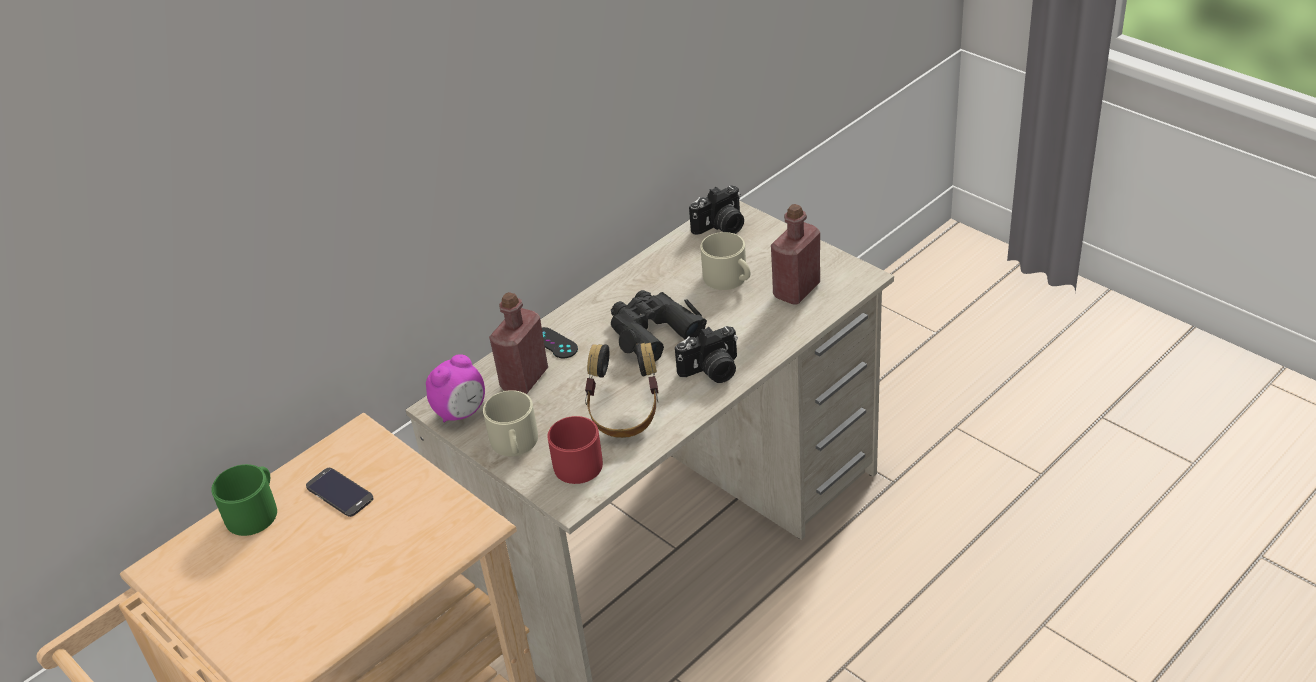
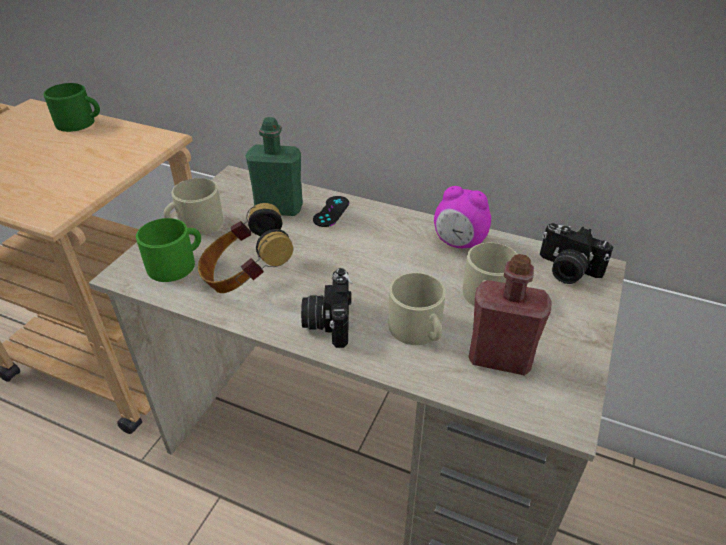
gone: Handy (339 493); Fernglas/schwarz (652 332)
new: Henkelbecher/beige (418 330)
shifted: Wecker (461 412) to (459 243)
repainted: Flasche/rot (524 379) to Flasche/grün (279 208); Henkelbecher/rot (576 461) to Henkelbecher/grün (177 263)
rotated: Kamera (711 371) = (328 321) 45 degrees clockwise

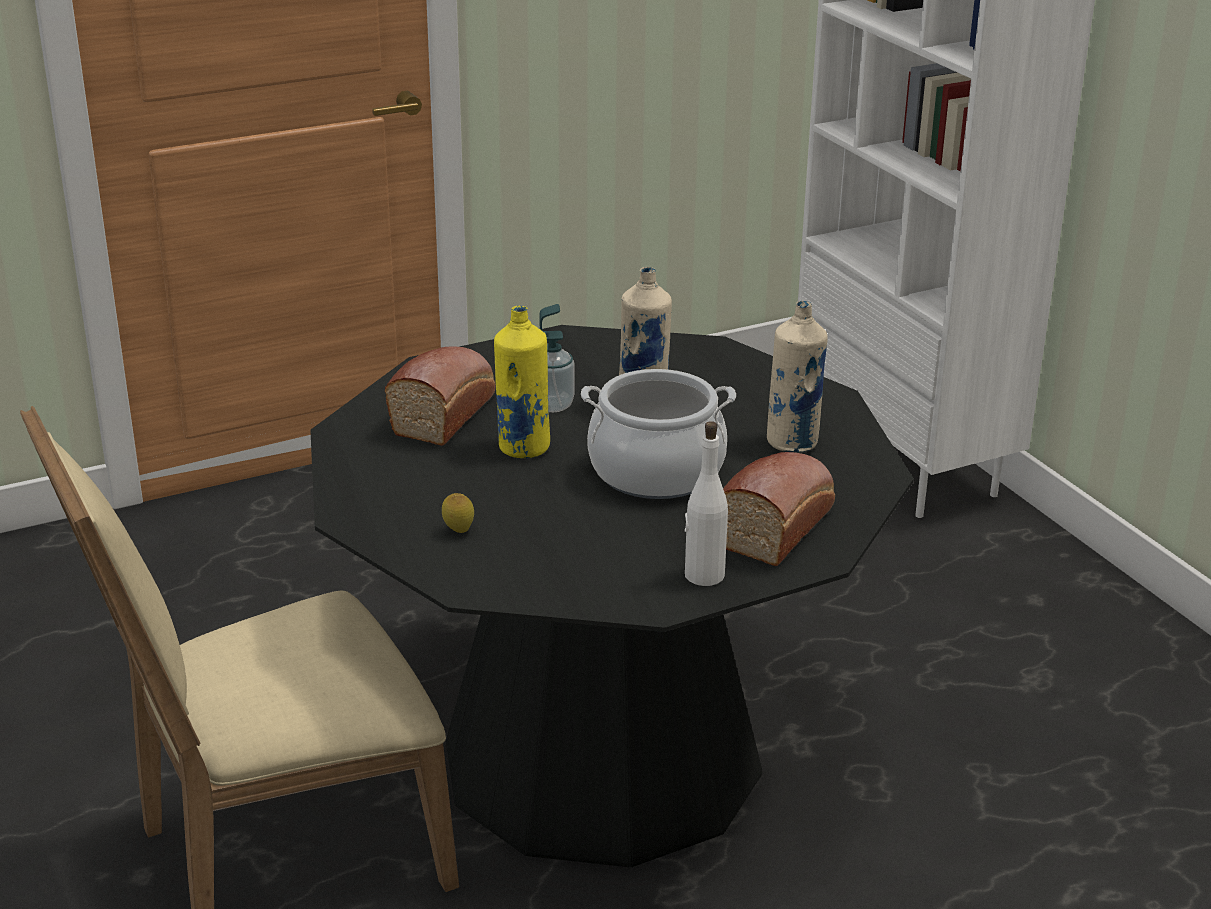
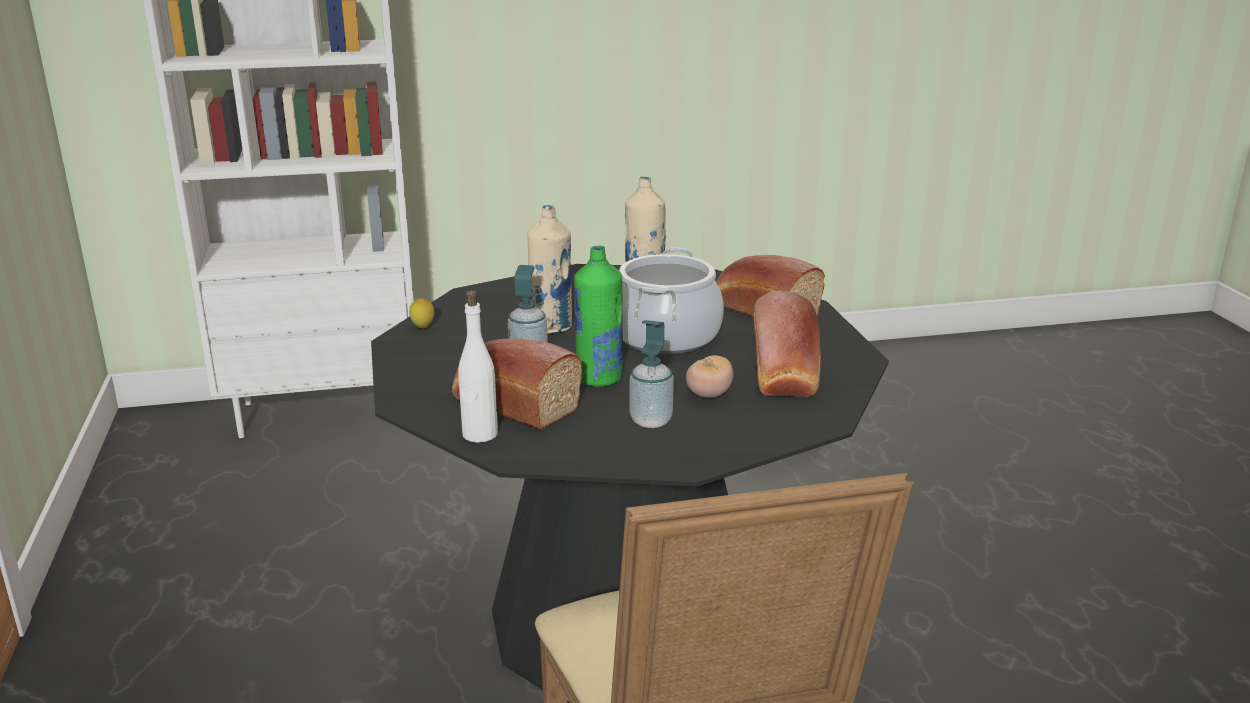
new: Seifenspender (651 421); Tomate (709 395); Brot (784 373)
shifted: Zitrone (458 531) to (423 328); Flasche/weiß (703 575) to (479 434)
repainted: Flasche/gelb (523 448) to Flasche/grün (599 378)

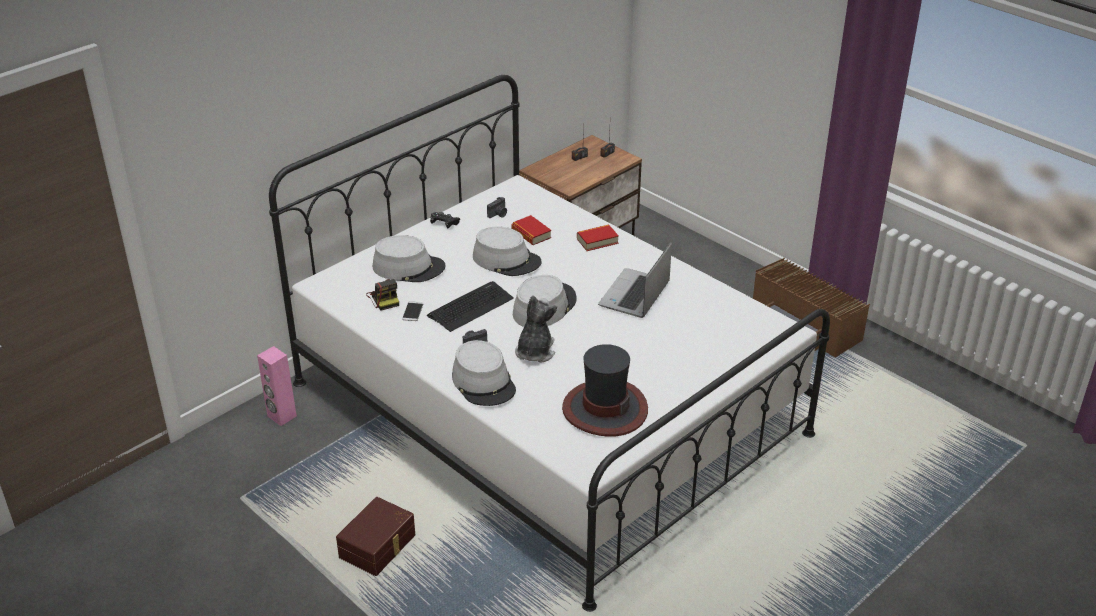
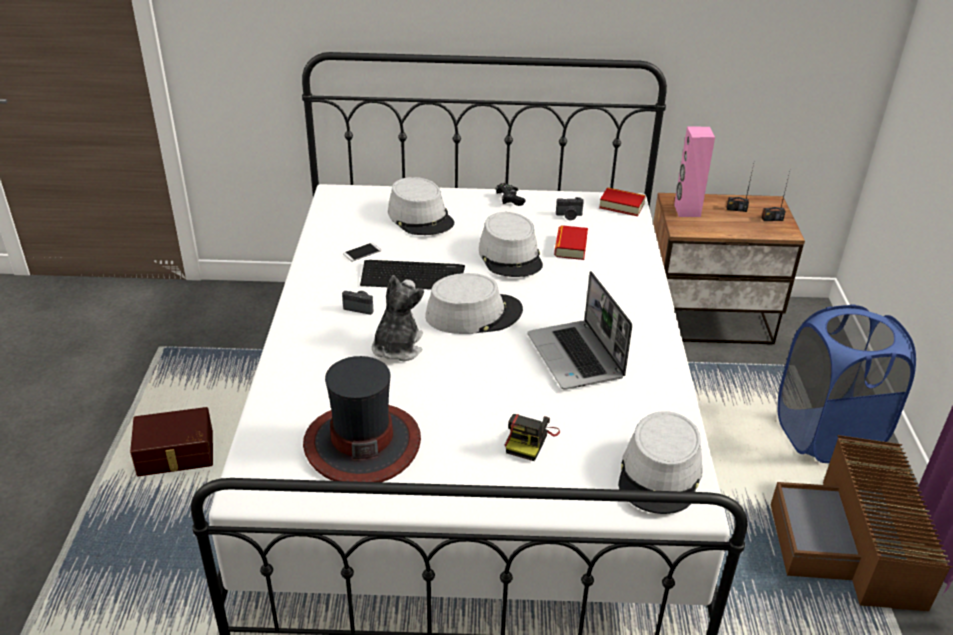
new: Wäschekorb/blau (826 435)
shifted: Lautsprecher/rosa (281 416) to (686 210); Kamera (384 298) to (530 440); Hut/grau (484 382) to (660 474); Buch (597 241) to (621 206)
rotated: Plüschtier (535 351) = (397 347) 45 degrees counterclockwise; Laptop (635 296) = (576 357) 90 degrees counterclockwise

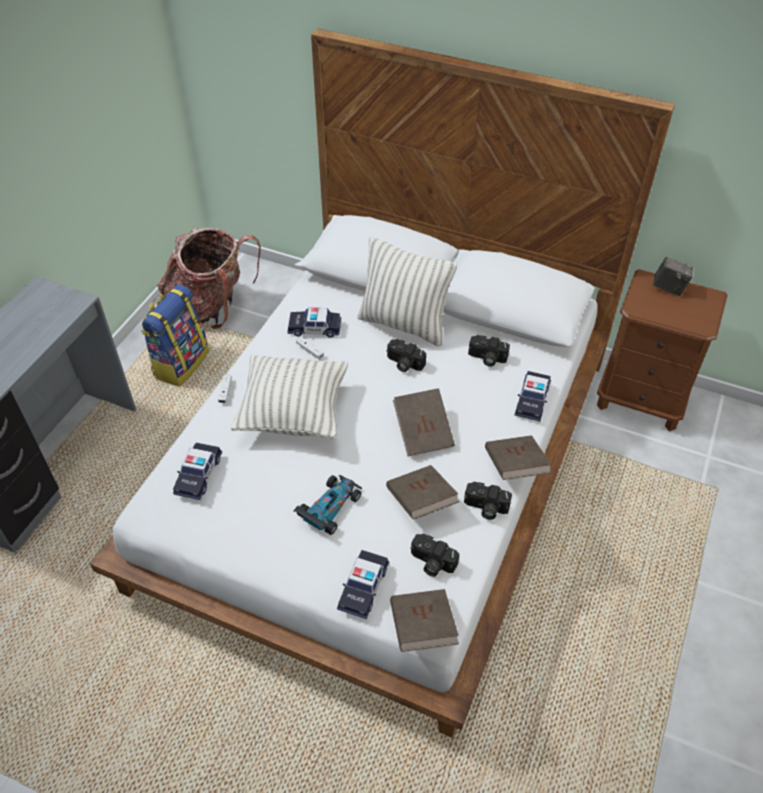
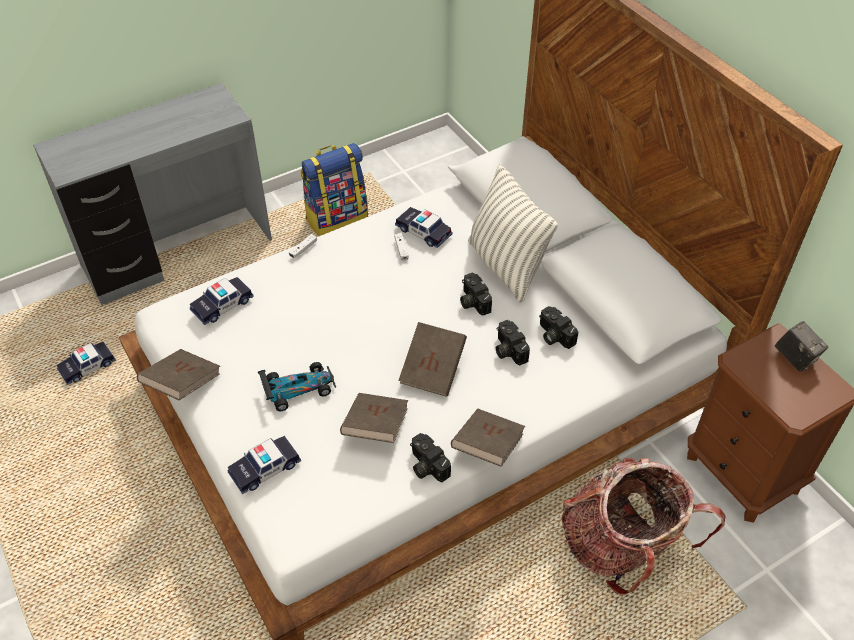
gone: Kissen (293 413)
shifted: Rucksack (211 307) to (621 547); Buch/braun (422 628) to (182 384); Kamera (431 563) to (508 350); Spielzeugauto (532 400) to (87 367)

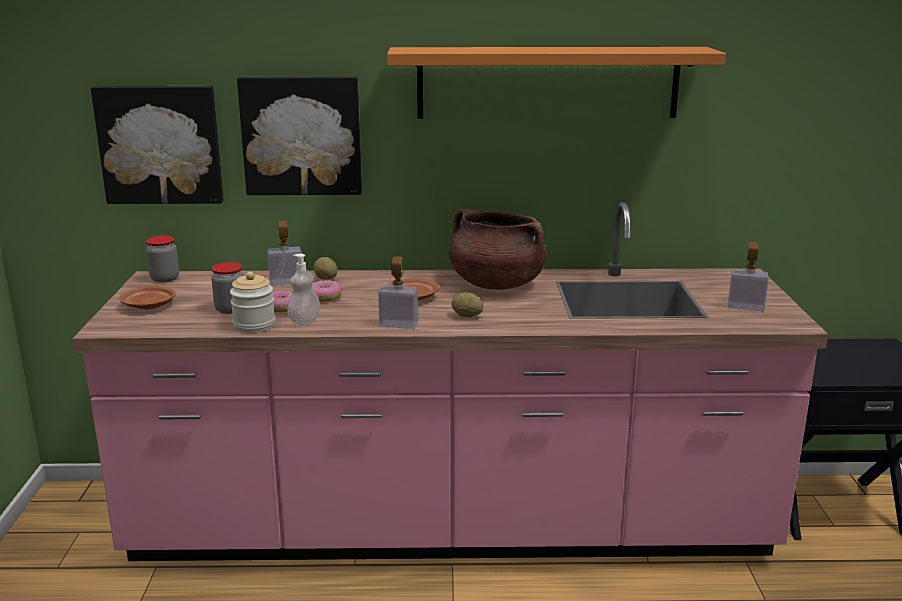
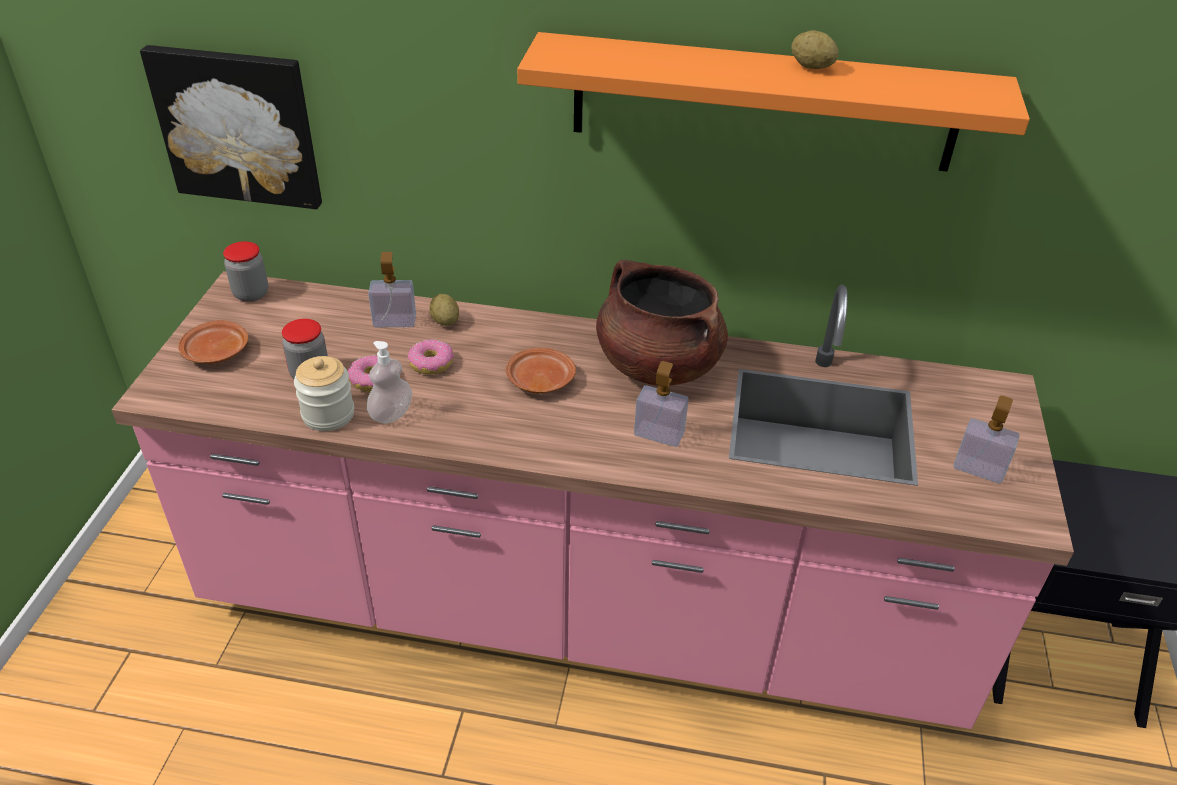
gone: Bild (302 135)
shifted: Seifenspender (398 324) to (659 434); Kartoffel (467 316) to (811 67)

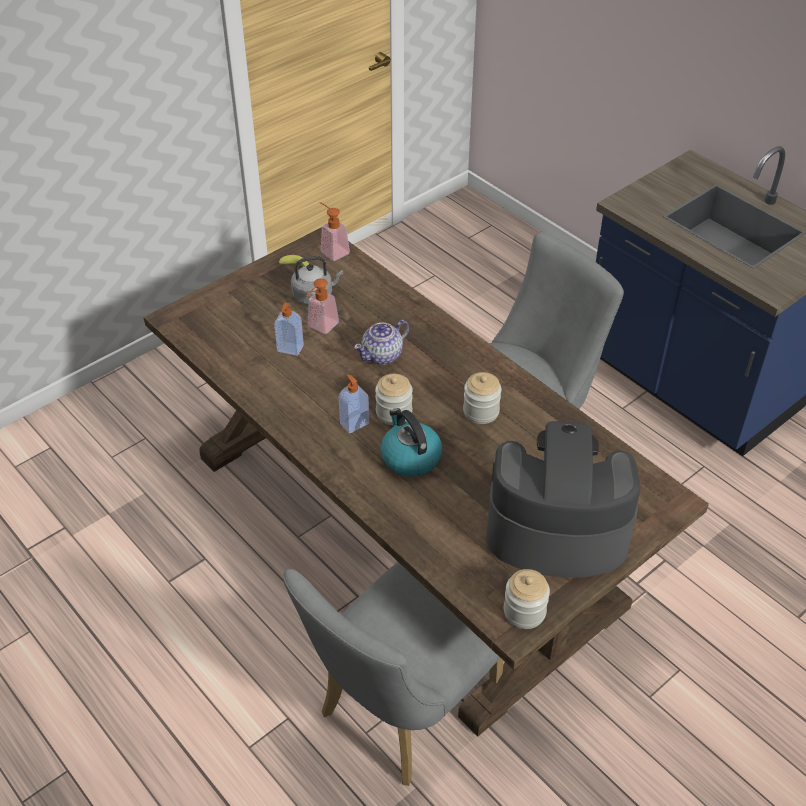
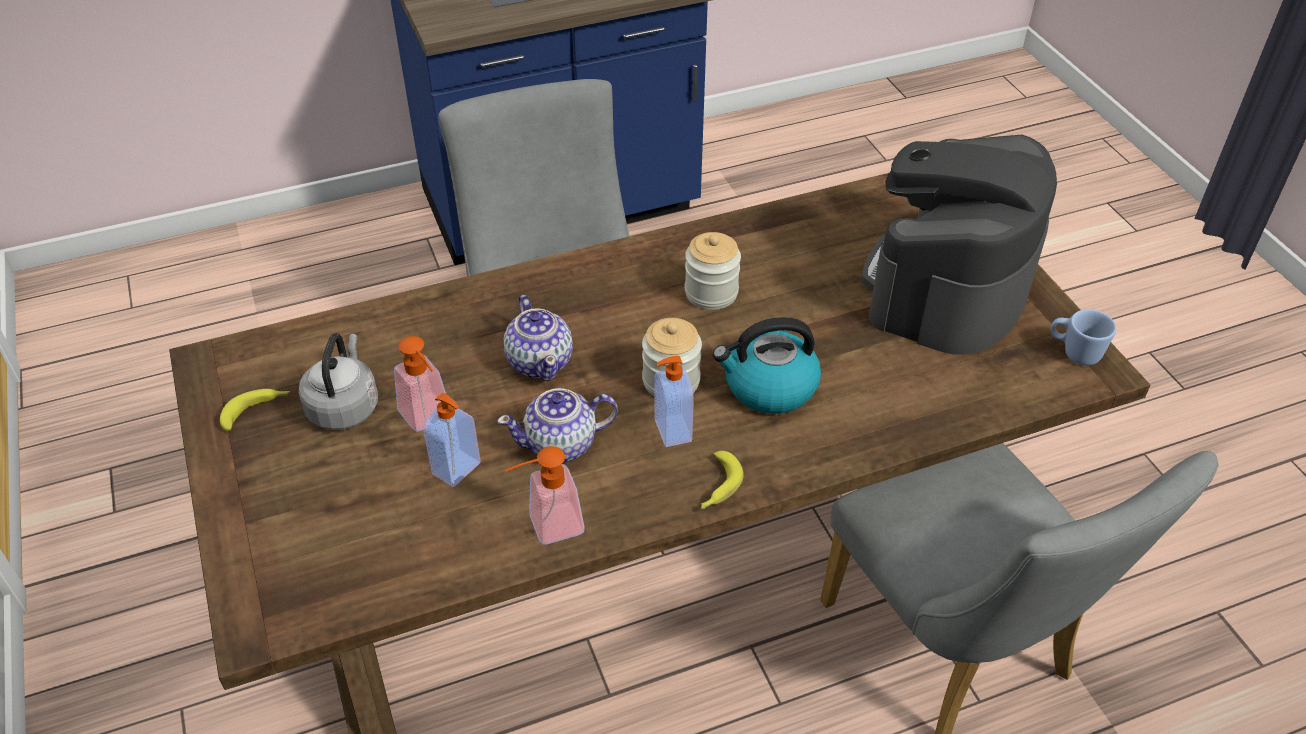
new: Teekanne (561 444); Banane (717 487)
shifted: Seifenspender (332 250) to (546 527)
swapped: Vorratsglas (524 612) to Henkelbecher/blau (1074 352)

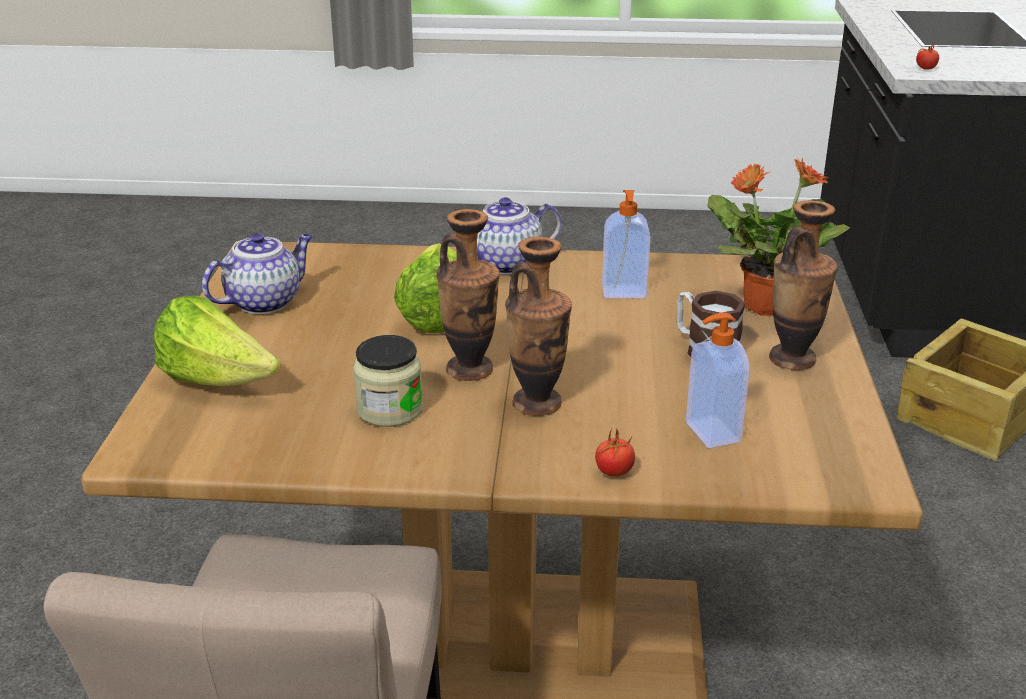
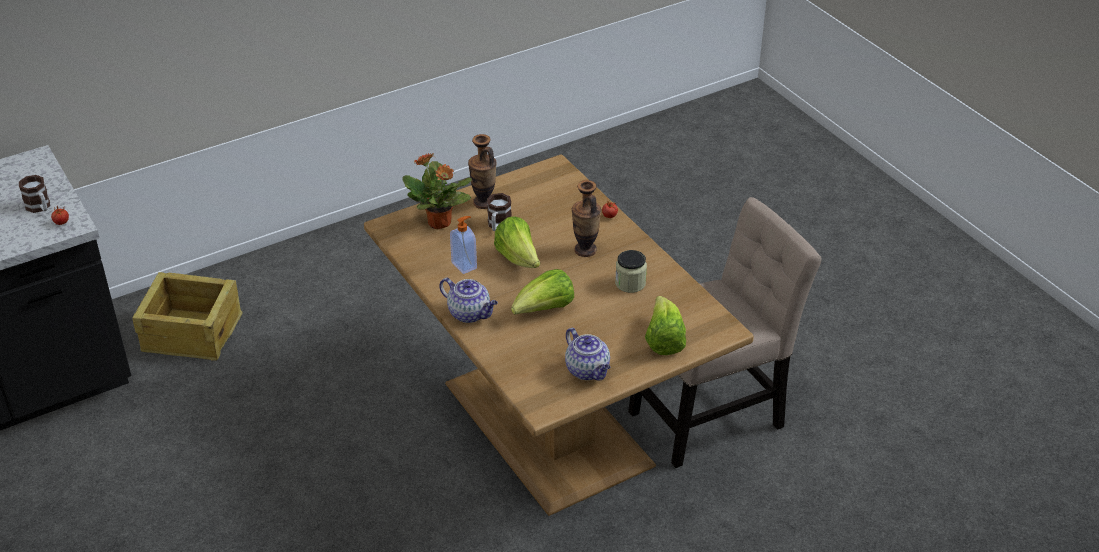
gone: Vase (470 369); Seifenspender (711 433)
new: Henkelbecher (40 207); Salatkopf (518 259)
rotated: Teekanne (264 301) = (588 371) 135 degrees counterclockwise

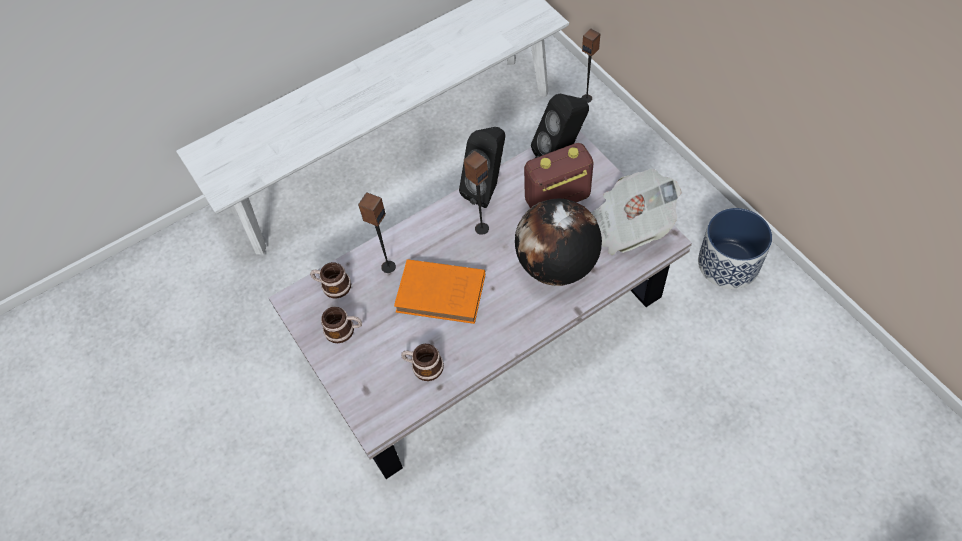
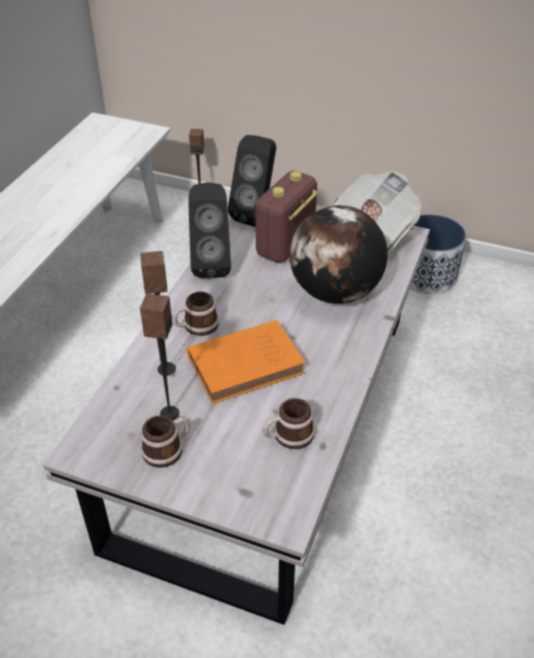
shifted: Henkelbecher (332 285) to (196 326); Lautsprecher (481 228) to (169 413)

